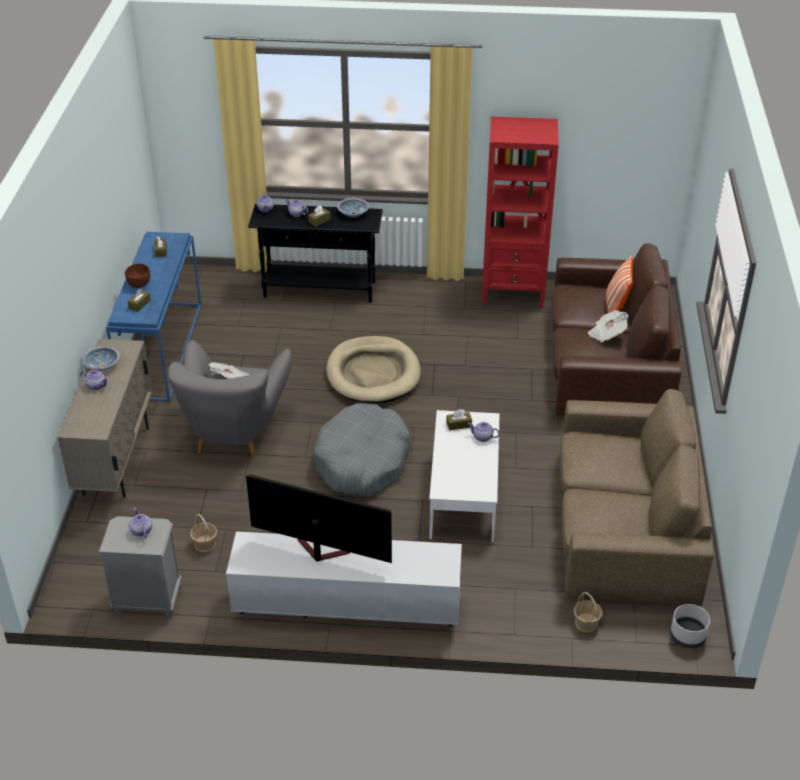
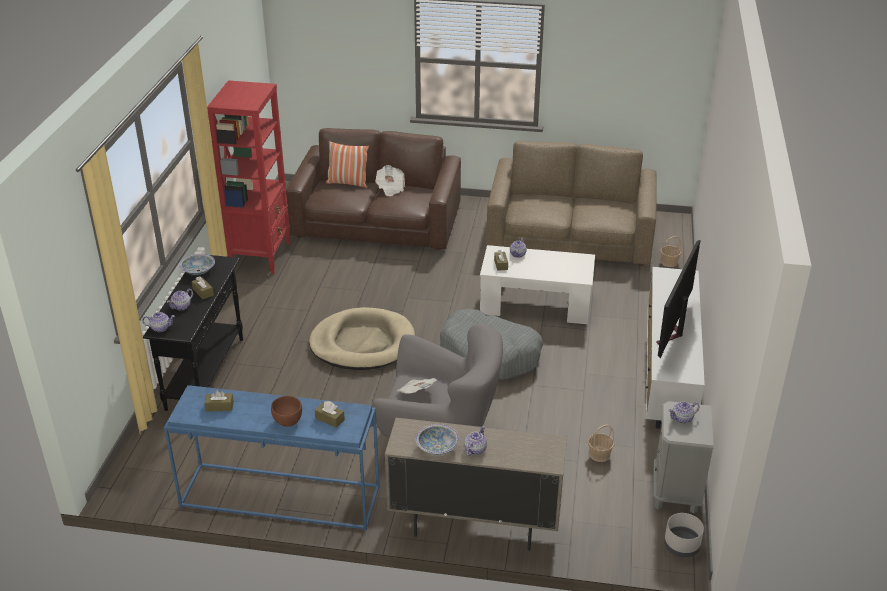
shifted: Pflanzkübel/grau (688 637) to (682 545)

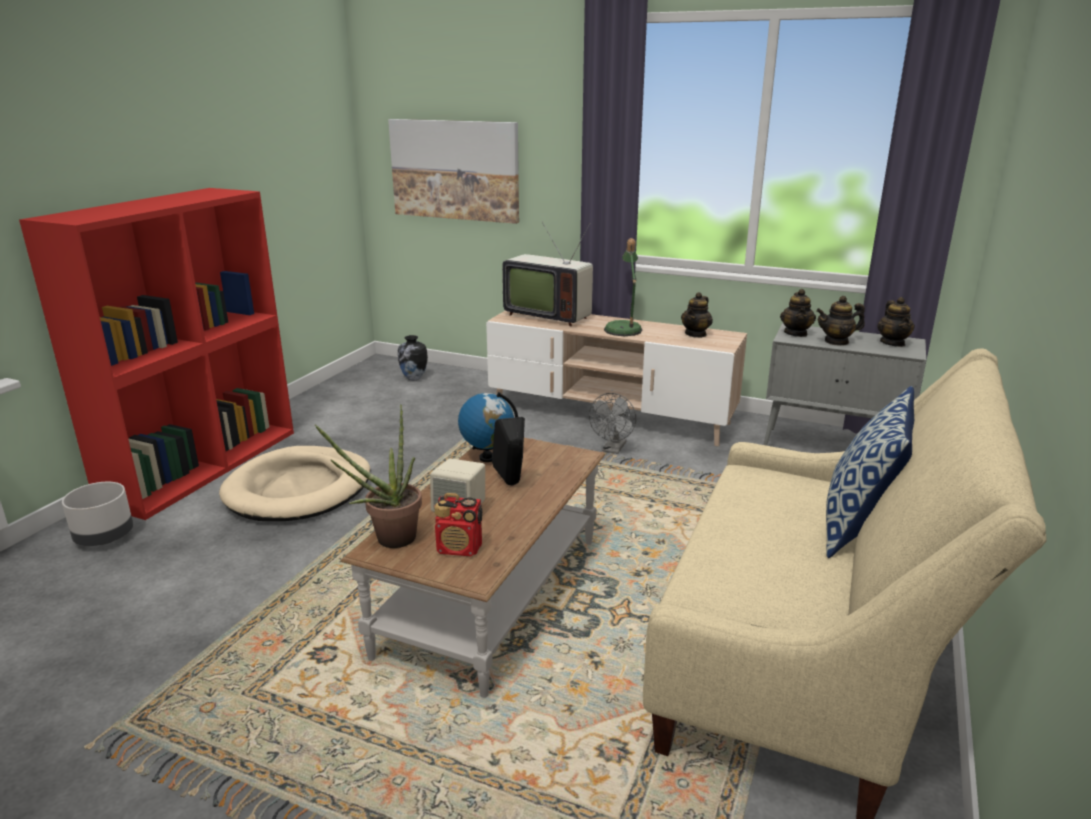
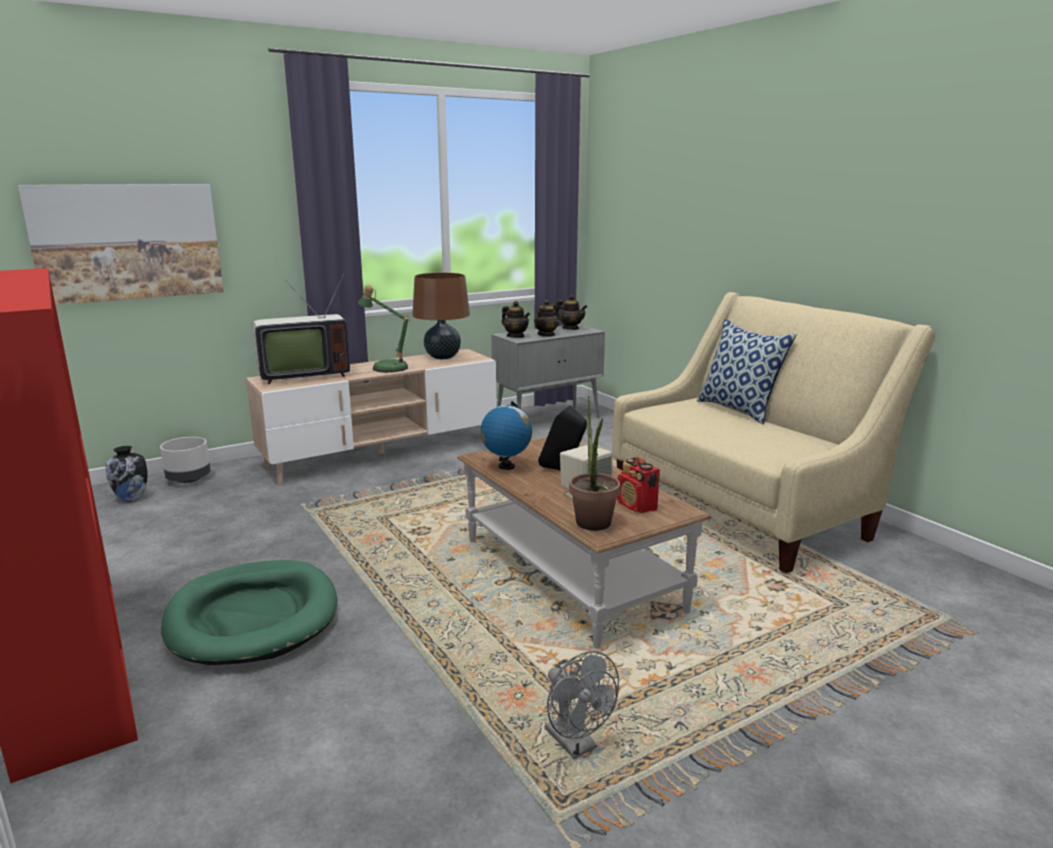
shifted: Pflanzkübel/grau (105 538) to (189 479); Ventilator/grau (613 449) to (577 744)
swapped: Teekanne (696 334) to Tischlampe/braun (442 357)
repainted: Hundebett/beige (299 489) to Hundebett/grün (253 617)
rotated: Radio (460 548) = (637 506) 105 degrees clockwise

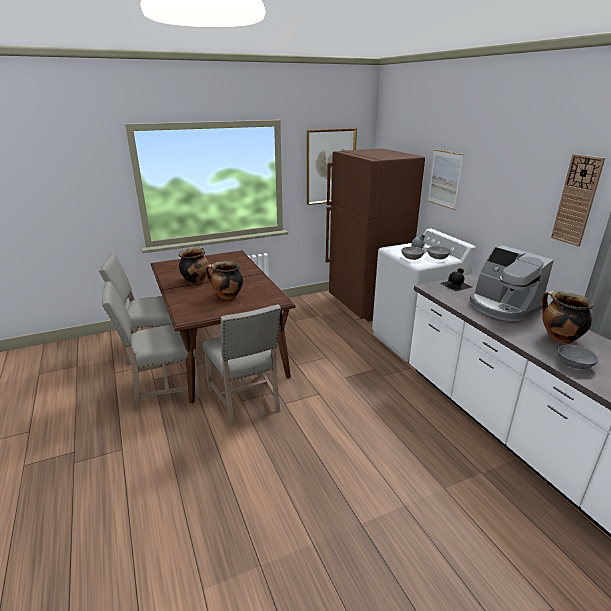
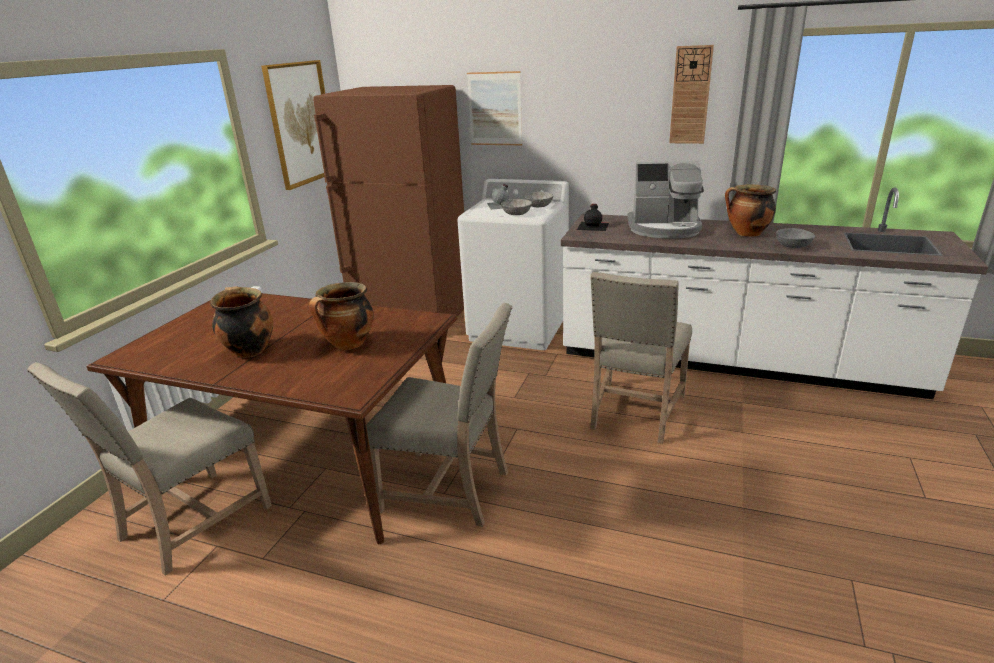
shifted: Stuhl/beige (163 388) to (635 413)

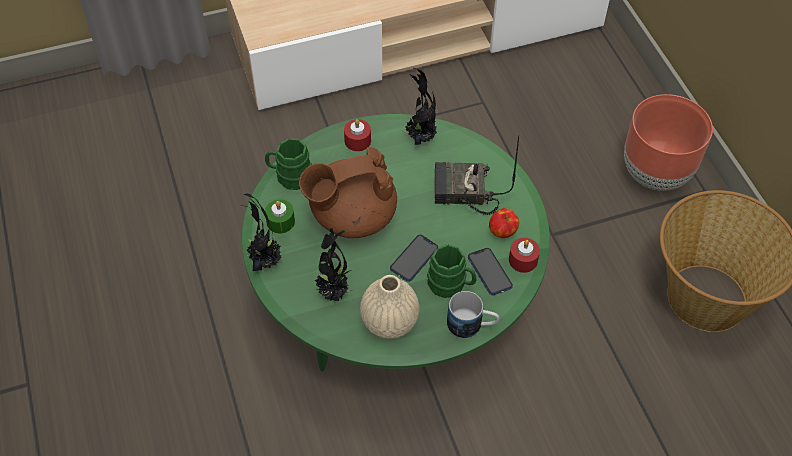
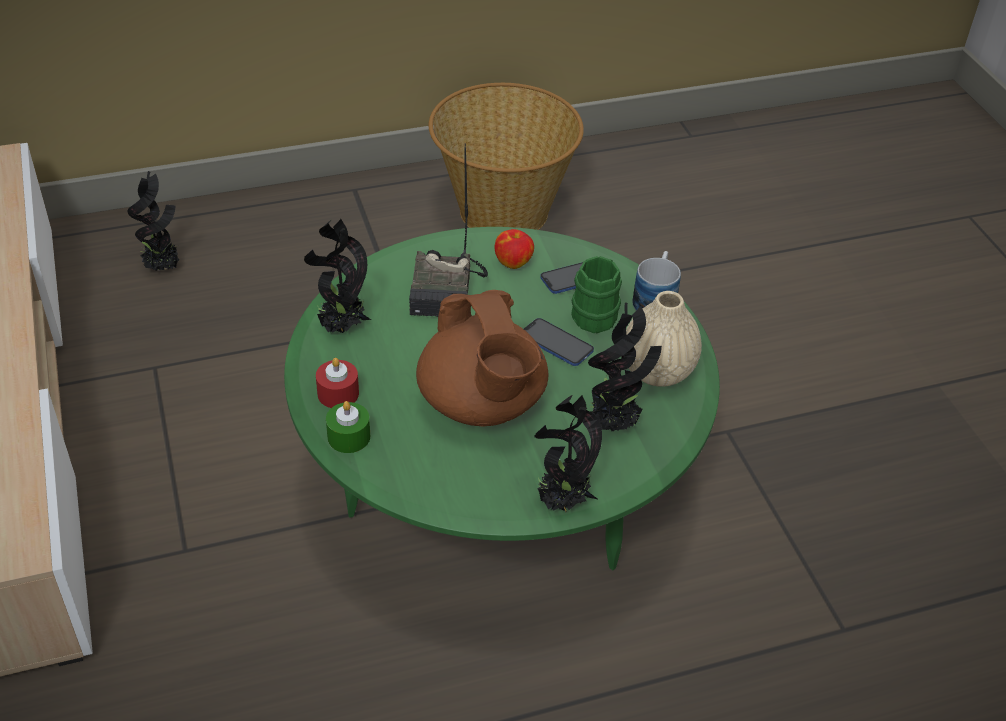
gone: Henkelbecher/grün (289 176); Kerze/rot (523 260); Pflanzkübel/braun (656 173)
new: Topfpflanze (163 267)
shifted: Kerze/grün (280 221) to (349 437)

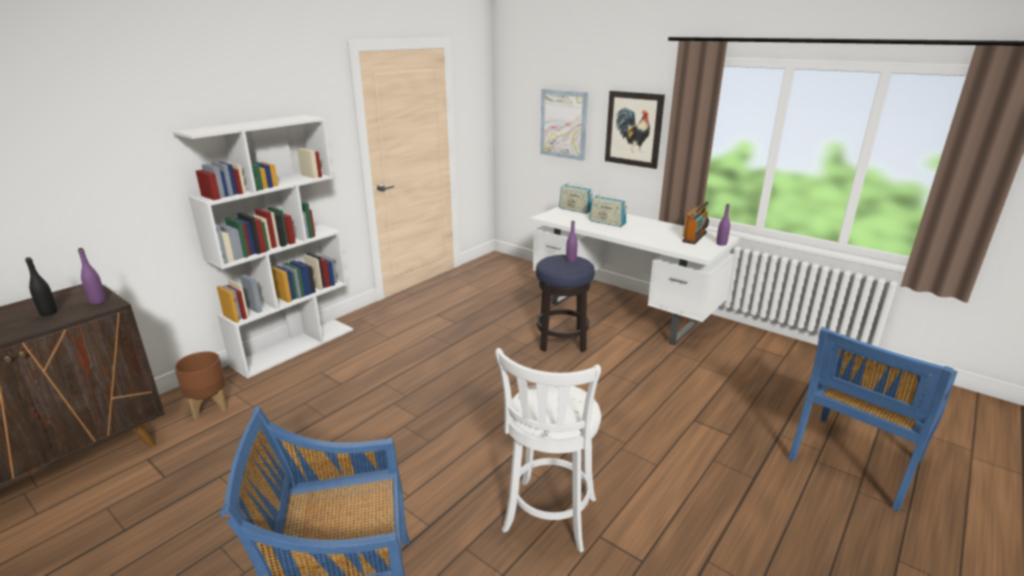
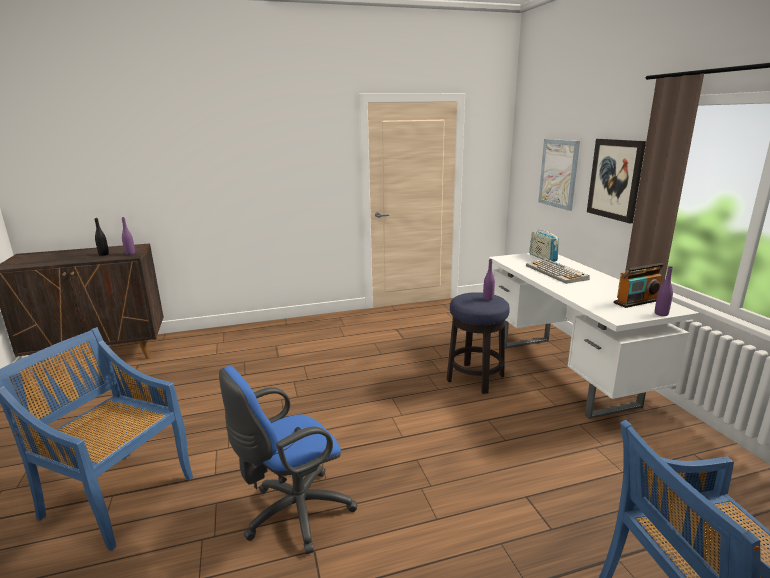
gone: Bücherregal/weiß (295 346); Pflanzkübel/braun (208 407)
swapped: Hocker/weiß (548 519) to Bürostuhl/blau (293 514); Radio (607 223) to Tastatur (556 272)

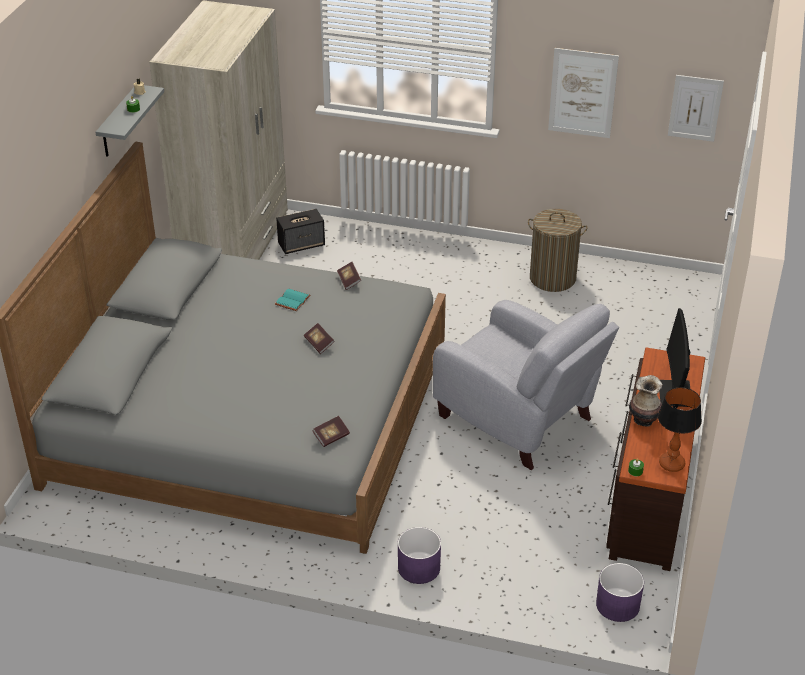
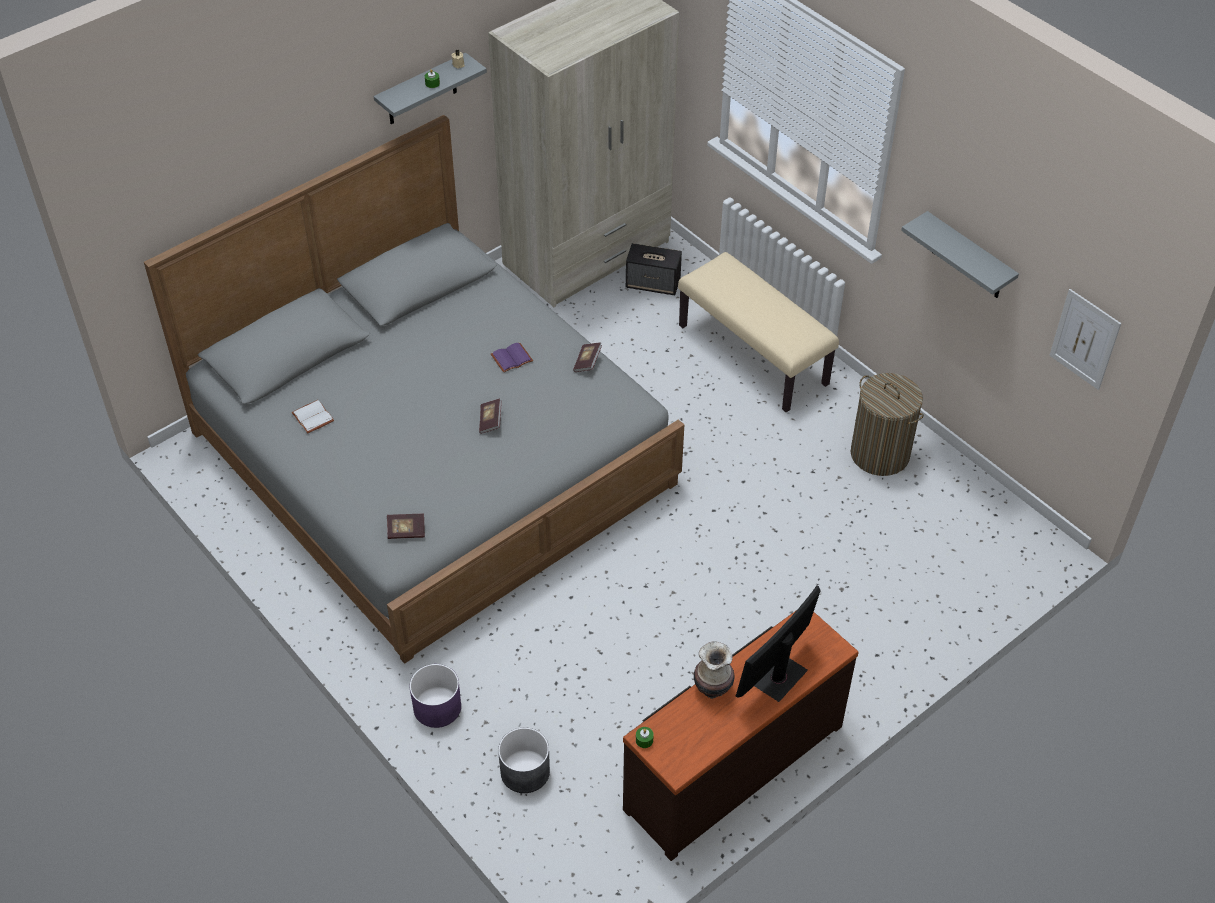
gone: Sessel/grau (519 420); Pflanzkübel/lila (617 605); Tischlampe (671 464)
new: Buch/weiß (311 417); Pflanzkübel/grau (525 772); Bank/beige (754 355)
swapped: Bild (582 93) to Wandregal/grau (968 258)
repainted: Buch/türkis (292 300) to Buch/lila (511 357)

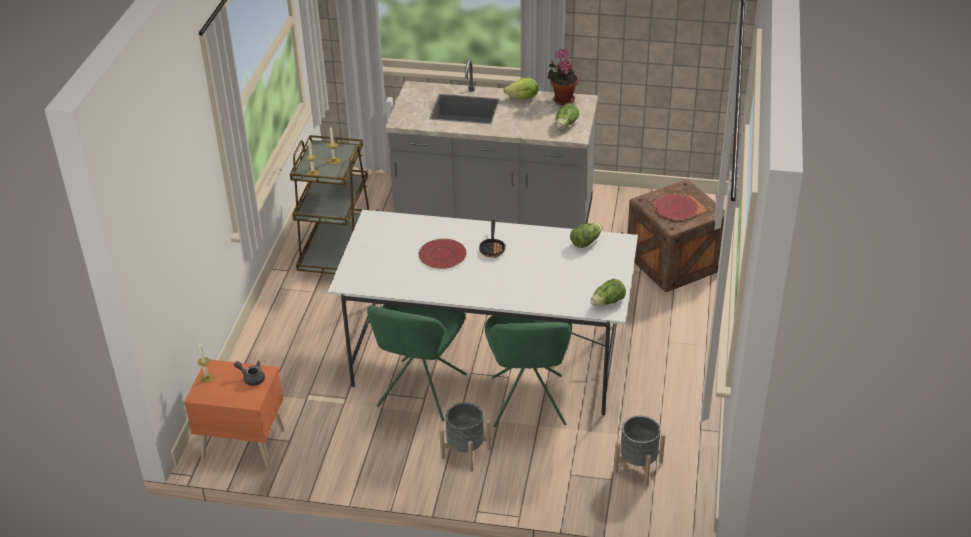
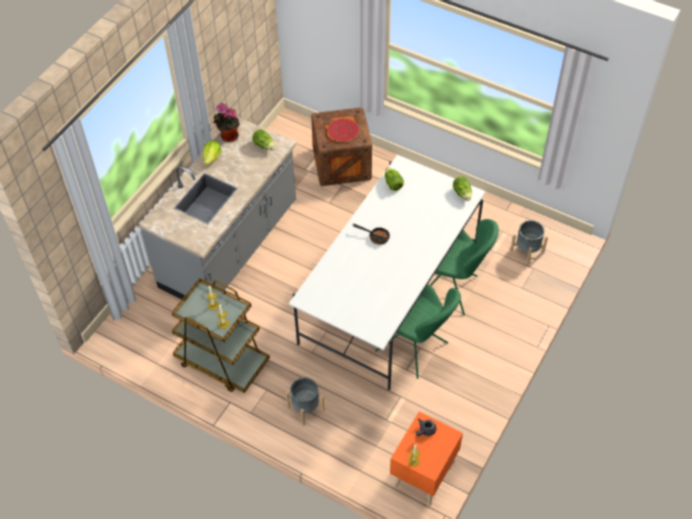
gone: Teller/rot (443 255)
shifted: Pflanzkübel/grau (465 453) to (306 409)

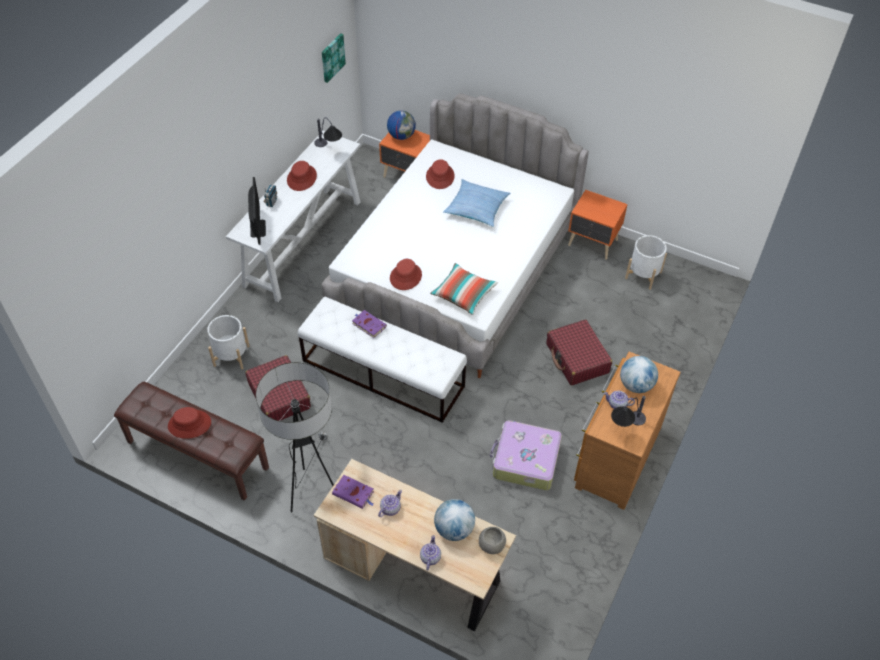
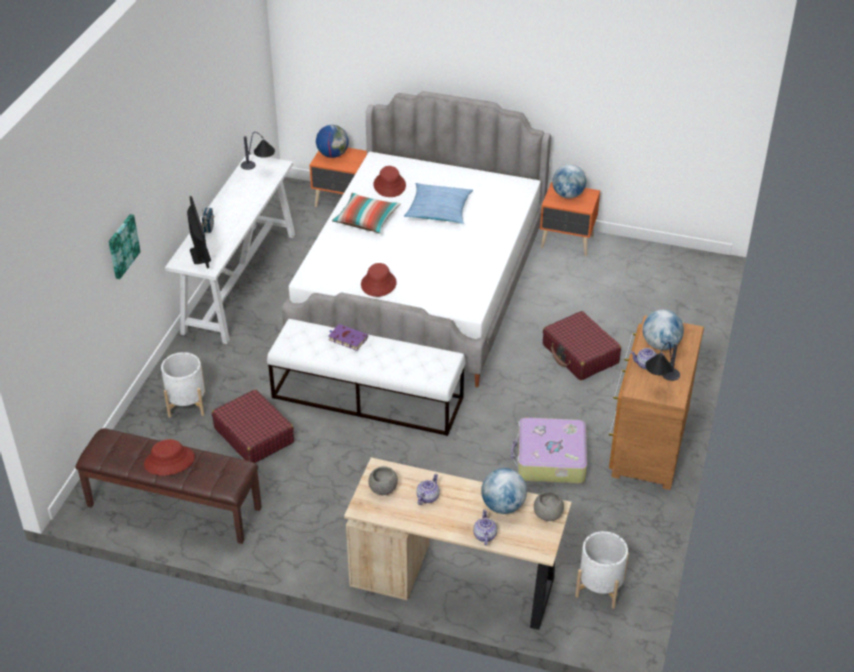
gone: Stehlampe (312 491); Hut/rot (302 178)
new: Globus (568 195)
shifted: Bild (332 57) to (122 246); Kissen (463 294) to (366 220); Pflanzkübel/weiß (643 275) to (600 587)
swapped: Buch/lila (354 493) to Schüssel/grau (383 489)

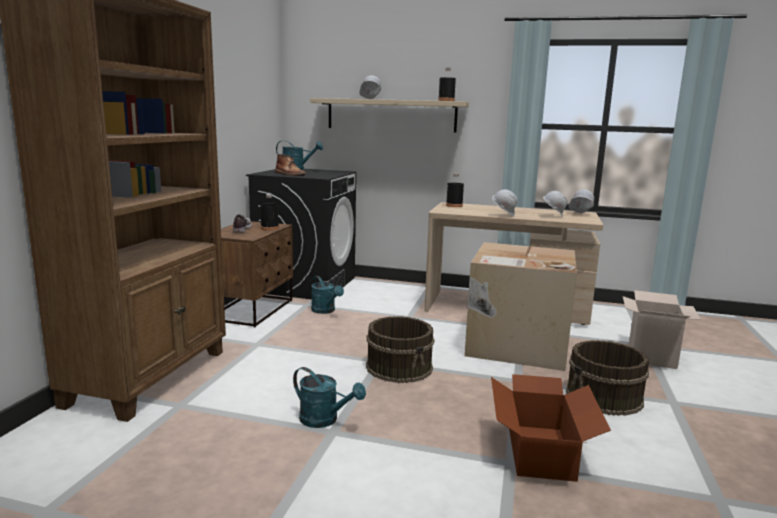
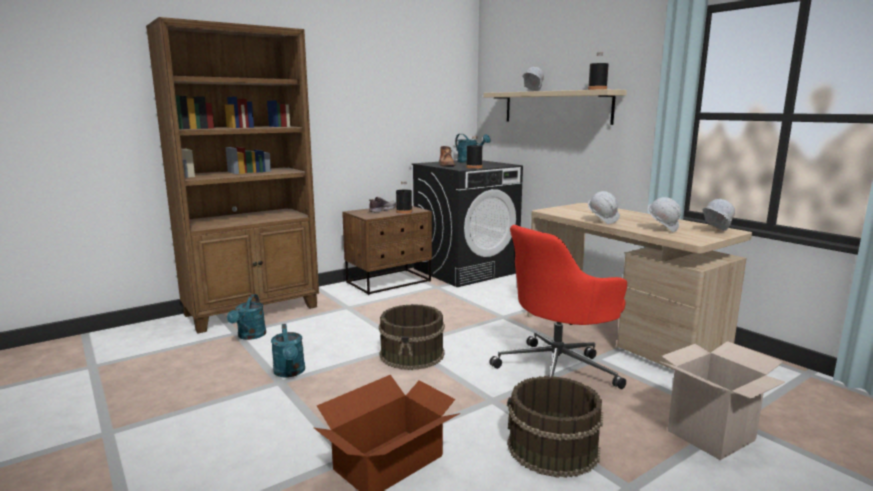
shifted: Gießkanne/türkis (325 311) to (250 336); Flasche/schwarz (454 206) to (474 167)
swapped: Karton (515 345) to Bürostuhl/rot (558 370)

